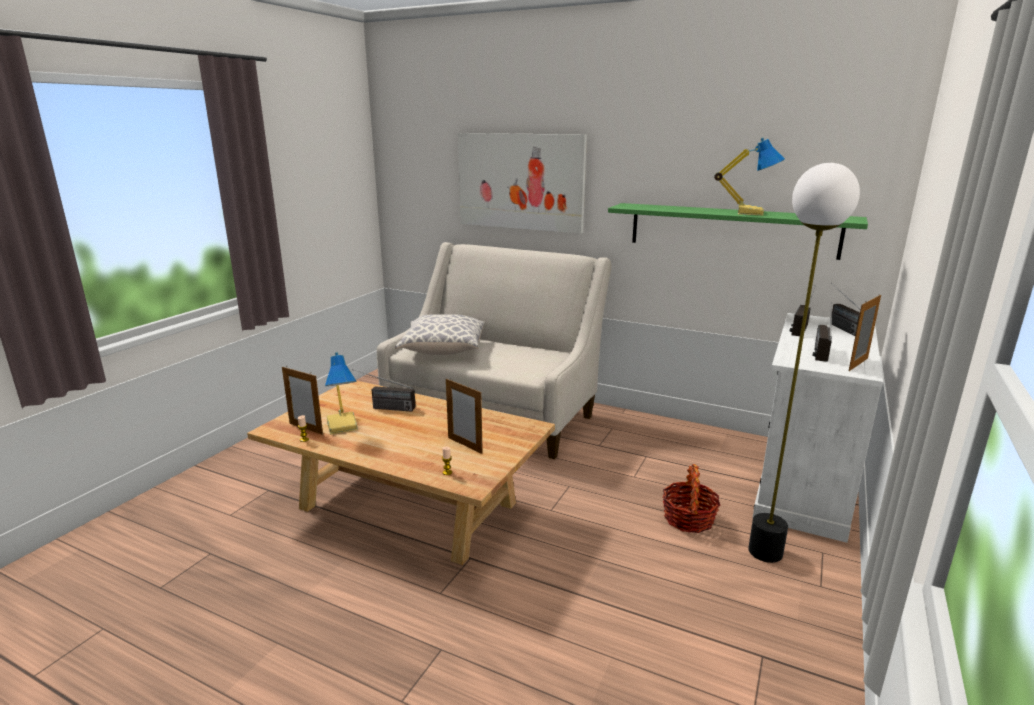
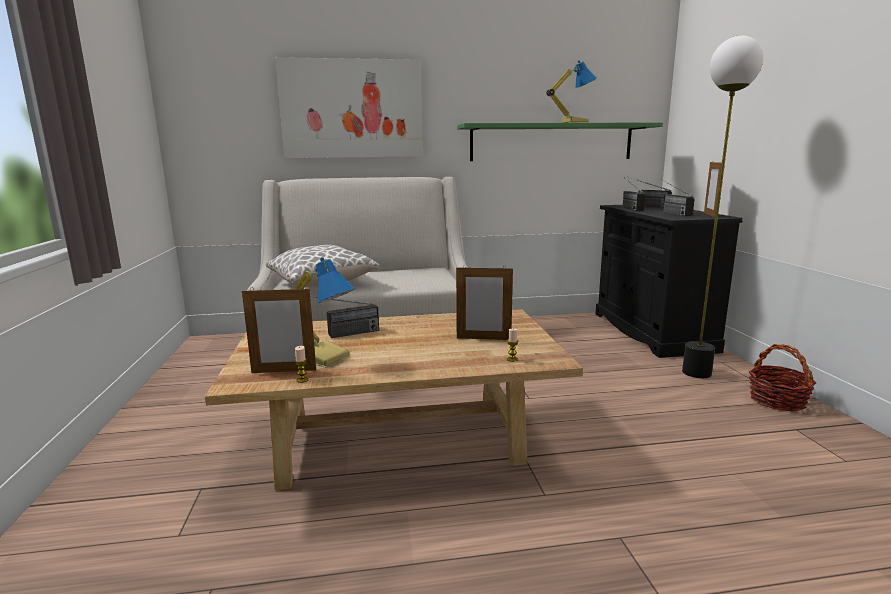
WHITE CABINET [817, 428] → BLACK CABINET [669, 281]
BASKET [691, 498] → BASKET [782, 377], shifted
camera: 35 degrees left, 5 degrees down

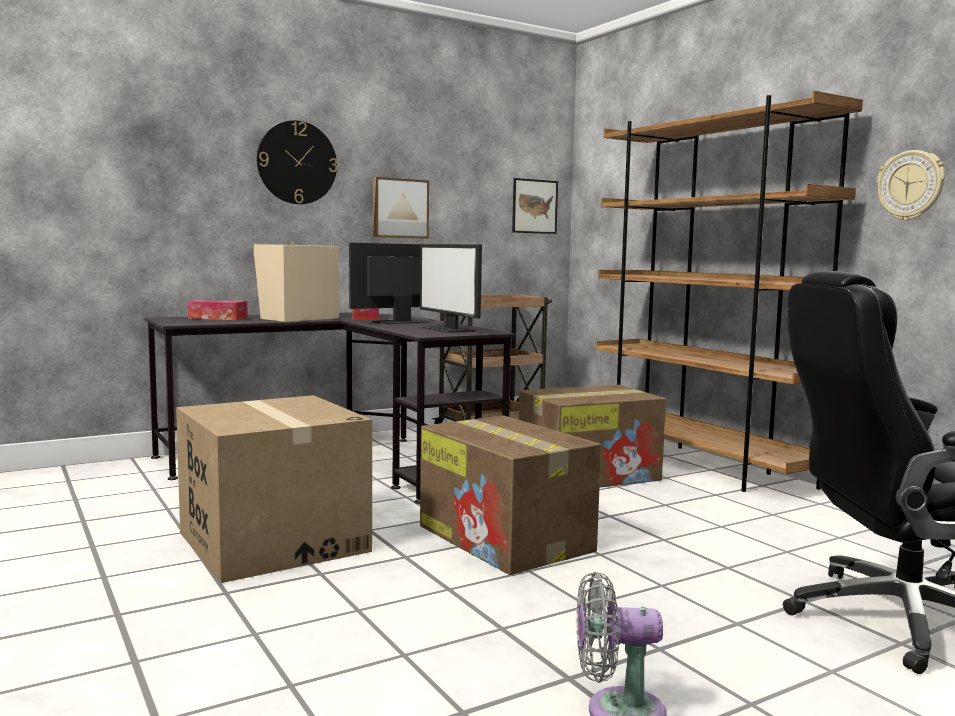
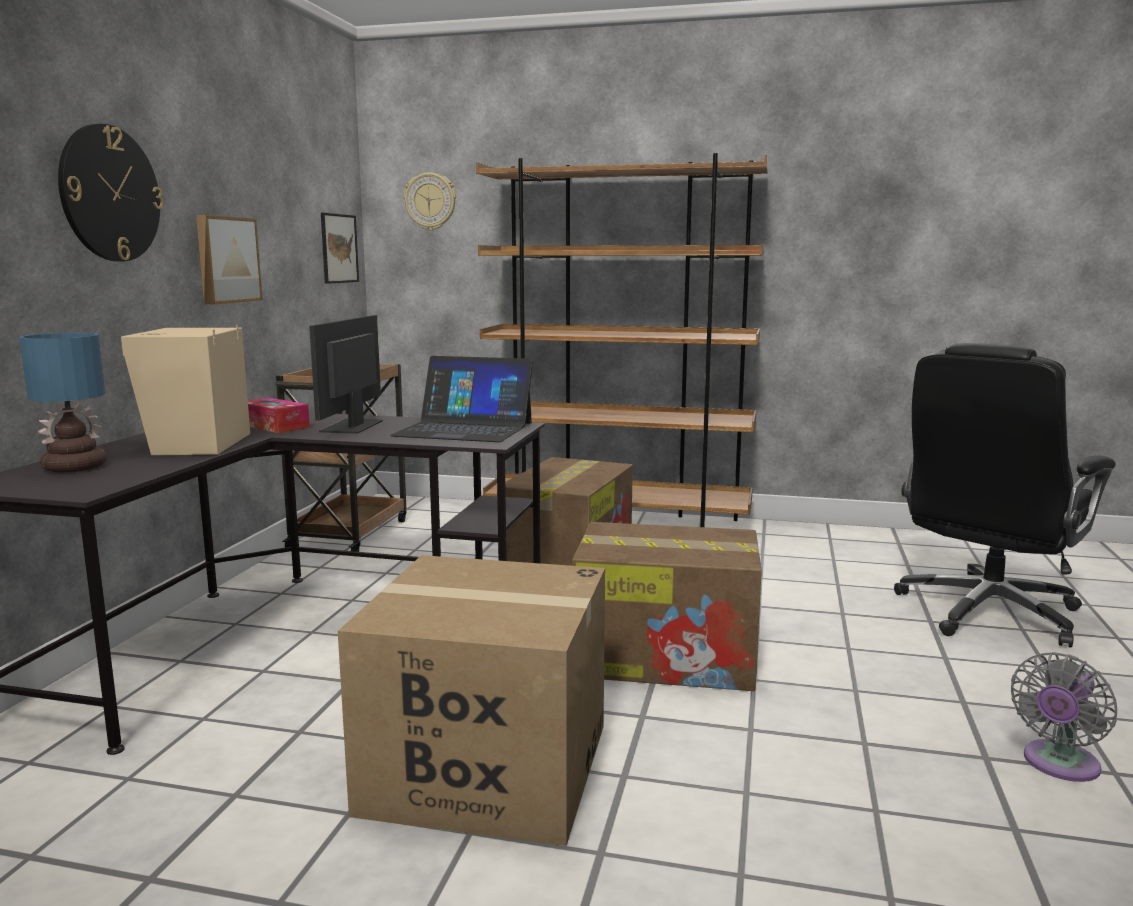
TISSUE BOX [218, 310] → TABLE LAMP [62, 403]
MONITOR [451, 288] → LAPTOP [461, 399]
WALL CLOCK [911, 185] → WALL CLOCK [430, 201], shifted
camera: 45 degrees left, 5 degrees up

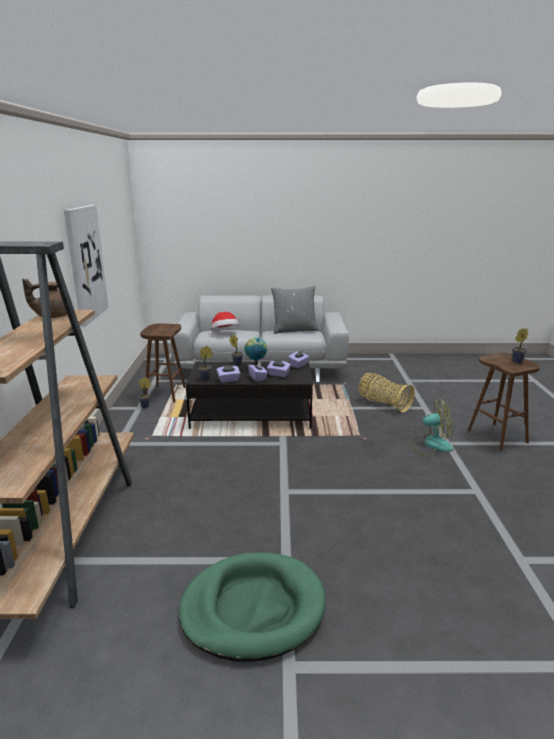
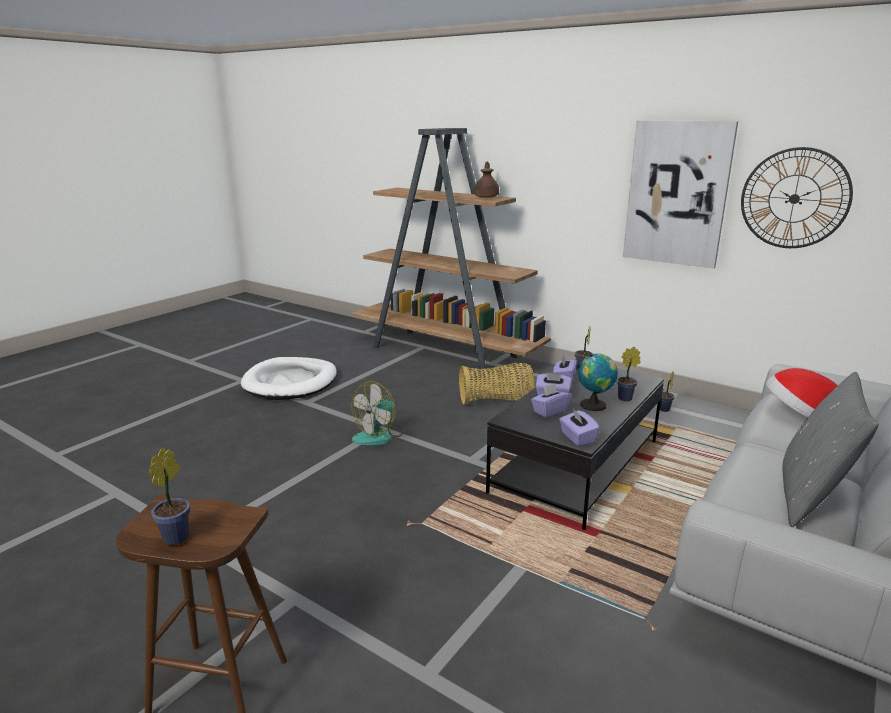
GREEN DOG BED [252, 607] → WHITE DOG BED [289, 378]
FAN [431, 427] → FAN [378, 413], shifted
BASKET [386, 393] → BASKET [496, 383], shifted
- → WALL CLOCK [797, 197]
BROWN STOOL [163, 362] → -
camera: 125 degrees right, 0 degrees up

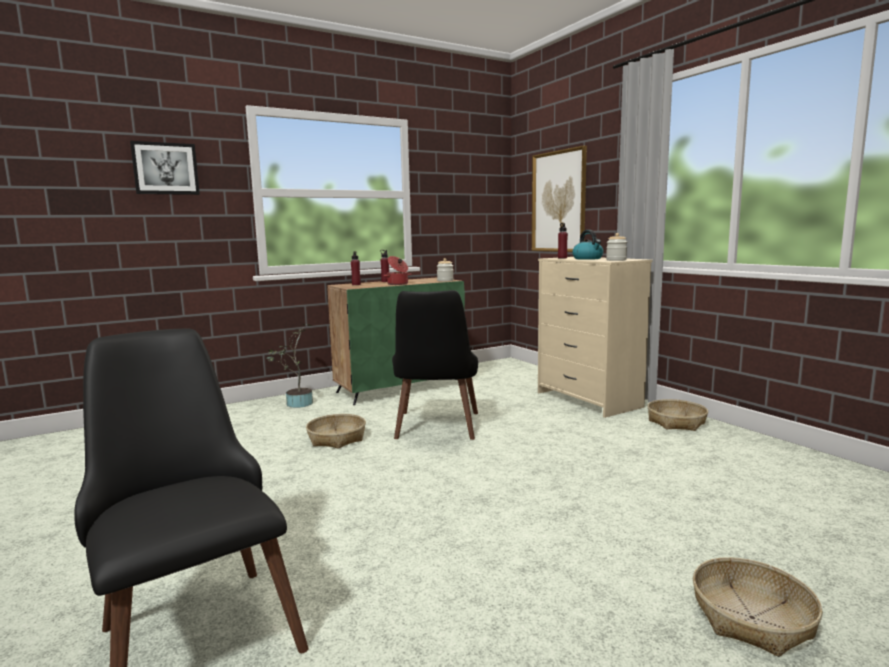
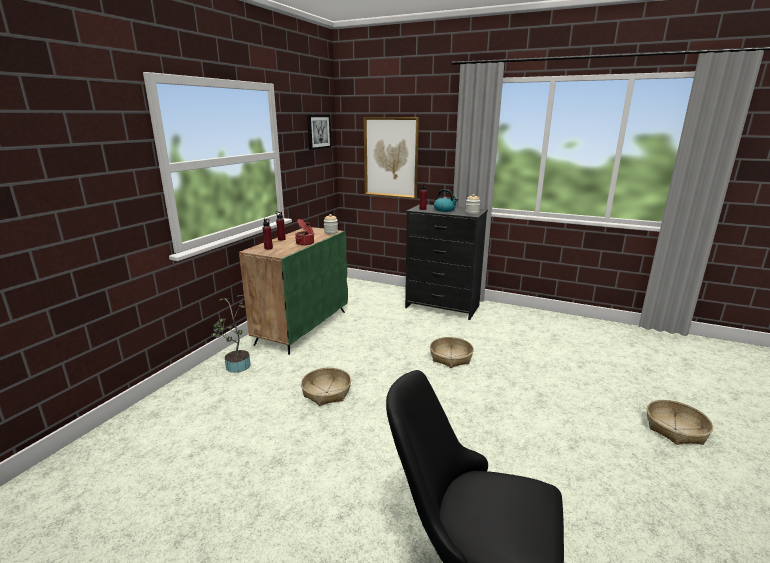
PICTURE [165, 168] → PICTURE [319, 132], shifted
BEIGE DRESSER [595, 337] → BLACK DRESSER [446, 262]
BASKET [677, 415] → BASKET [452, 352], shifted
BLACK CHAIR [435, 365] → -
camera: 35 degrees left, 10 degrees up

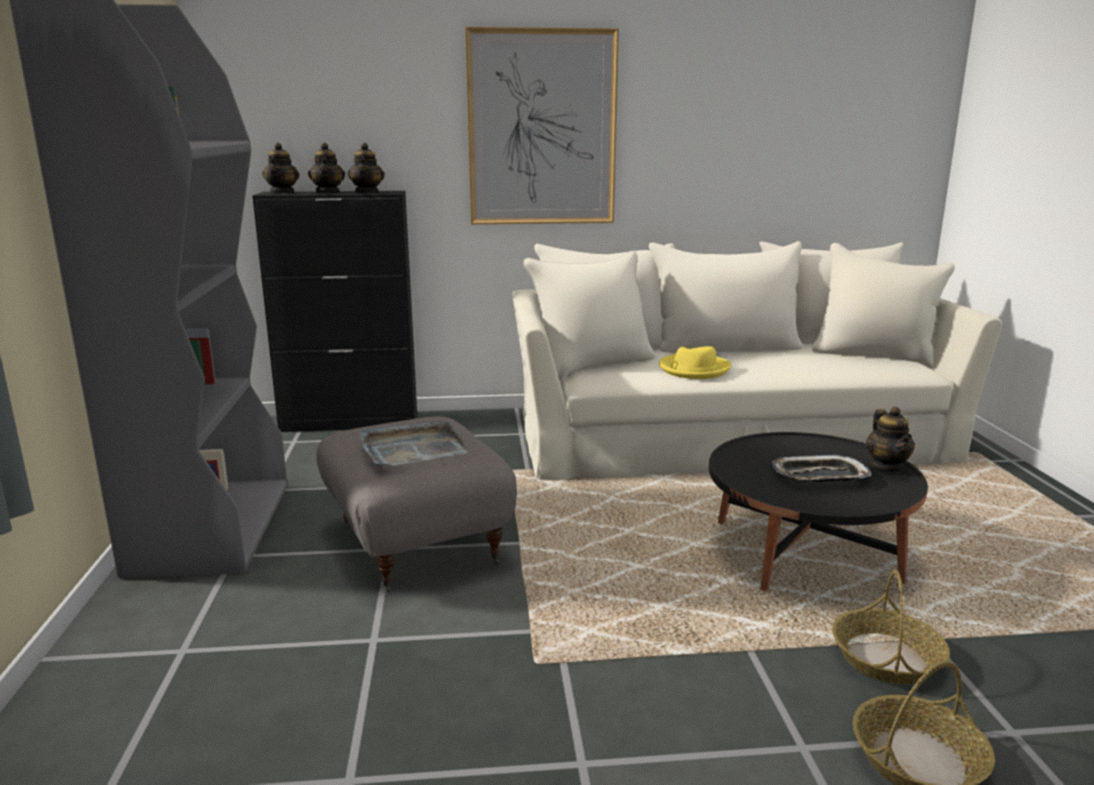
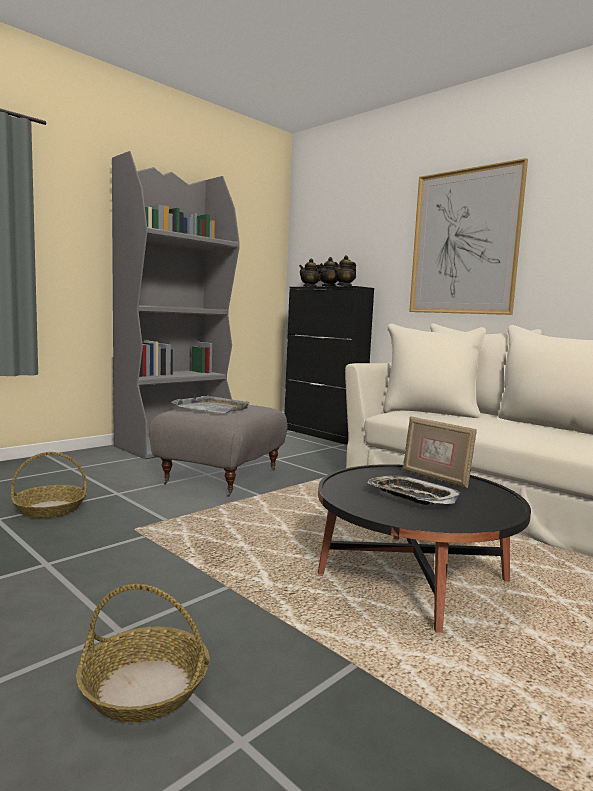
BASKET [891, 627] → BASKET [49, 485], shifted
- → PICTURE FRAME [440, 452]
YELLOW HAT [695, 362] → -
TEAPOT [890, 439] → -
camera: 50 degrees right, 10 degrees down

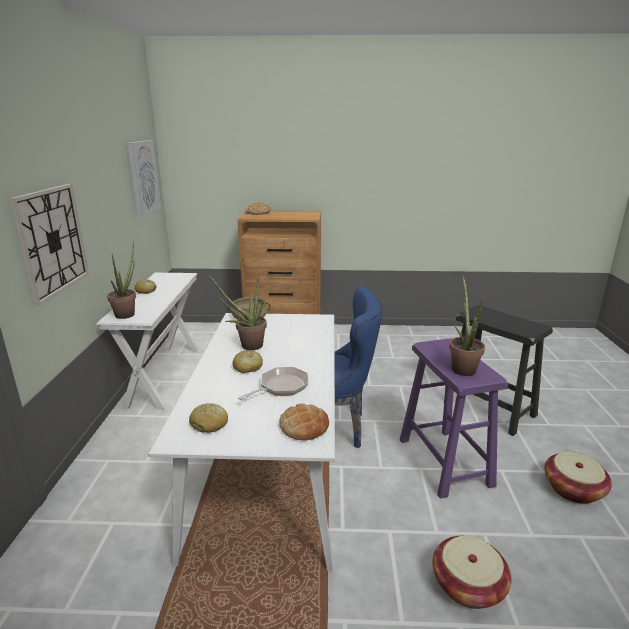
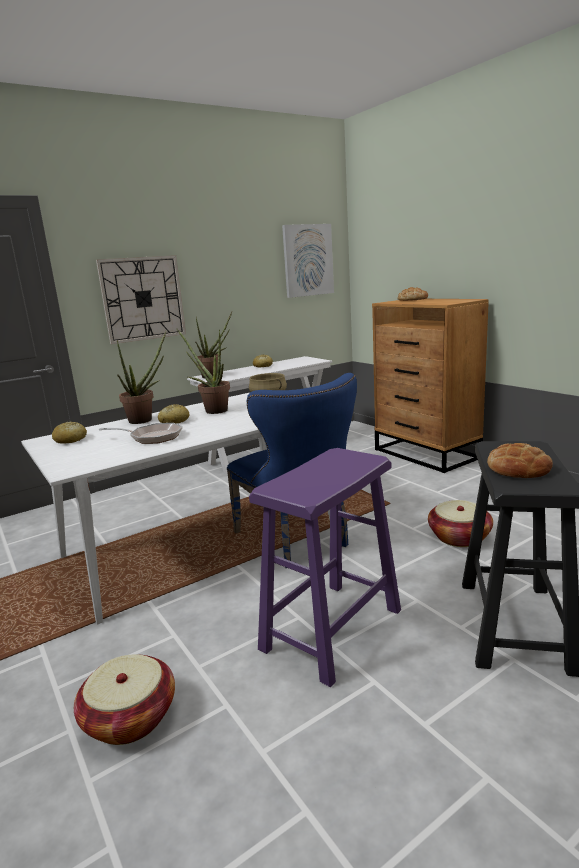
POTTED PLANT [467, 325] → POTTED PLANT [141, 377], shifted
BASKET [578, 478] → BASKET [460, 523], shifted
BREAD [304, 422] → BREAD [520, 460], shifted
camera: 55 degrees right, 5 degrees down

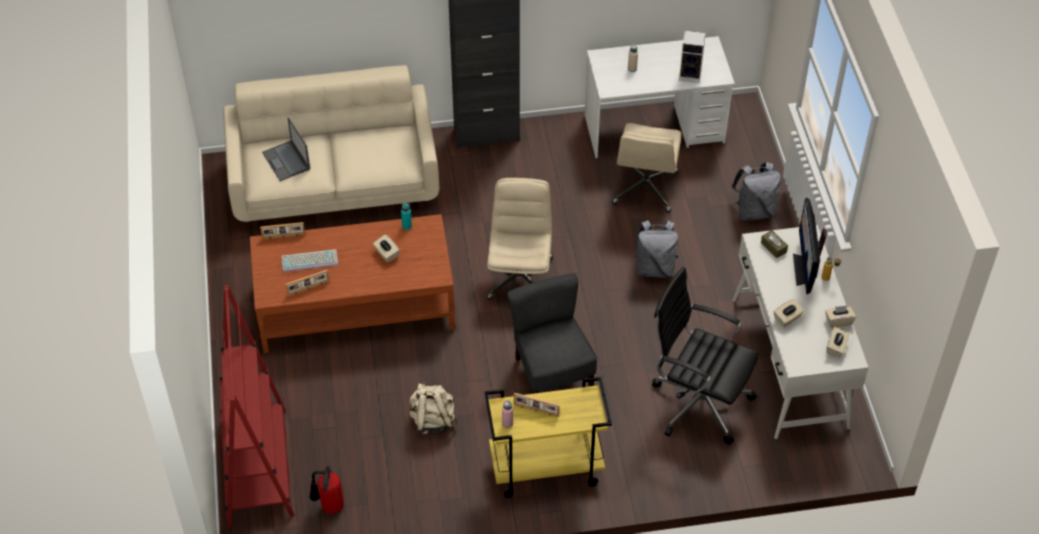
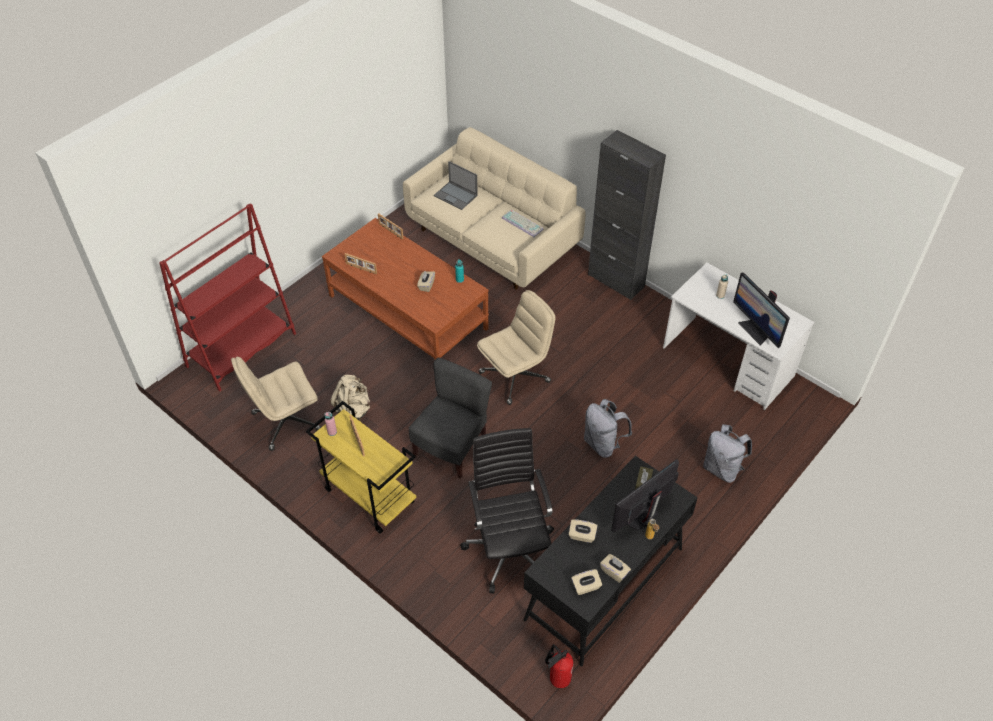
BEIGE OFFICE CHAIR [647, 168] → BEIGE OFFICE CHAIR [276, 403], shifted
LAPTOP [286, 149] → LAPTOP [456, 185], 75 degrees counterclockwise
KEYBOARD [310, 260] → KEYBOARD [523, 223], shifted
WHITE DESK [801, 332] → BLACK DESK [611, 561]
FIRE EXTINGUISHER [326, 490] → FIRE EXTINGUISHER [559, 666], shifted
SPEAKER [692, 57] → MONITOR [761, 310]
camera: 50 degrees right, 0 degrees up

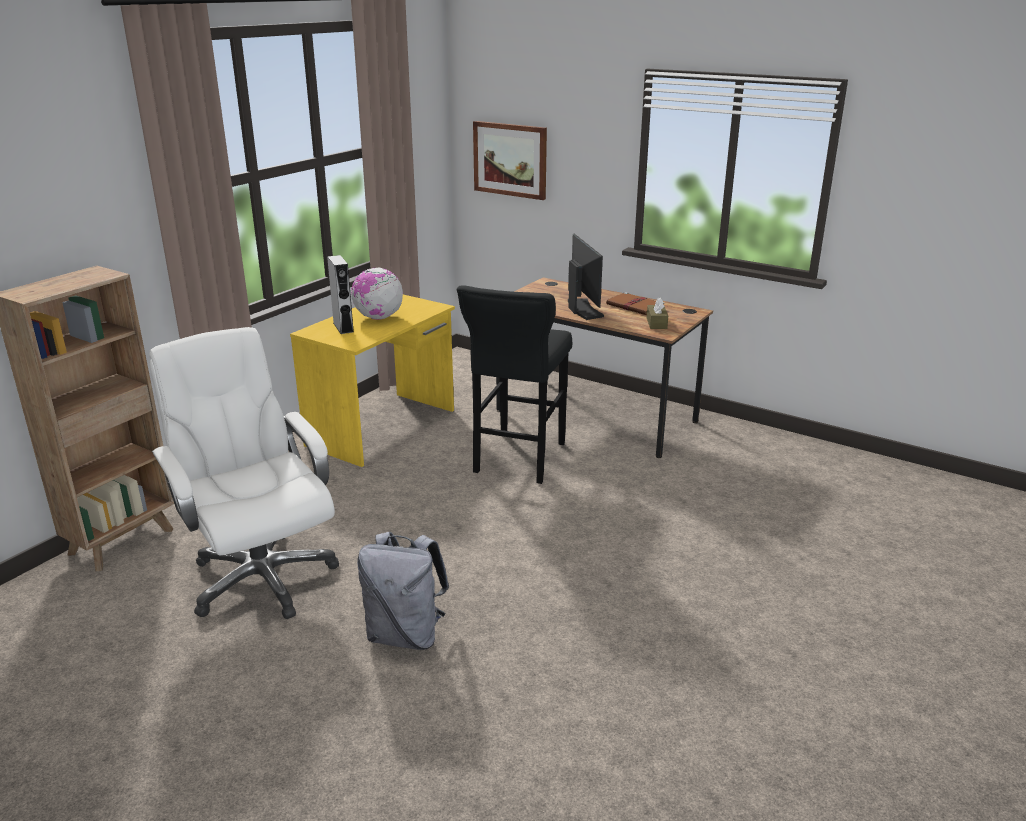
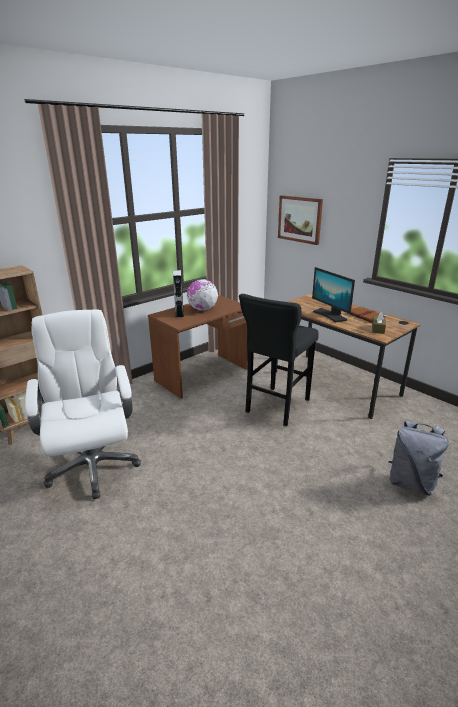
YELLOW DESK [372, 380] → BROWN DESK [198, 347]
MONITOR [586, 277] → MONITOR [333, 295], 150 degrees clockwise
GREY BACKPACK [403, 591] → GREY BACKPACK [418, 457], shifted
camera: 15 degrees right, 0 degrees up

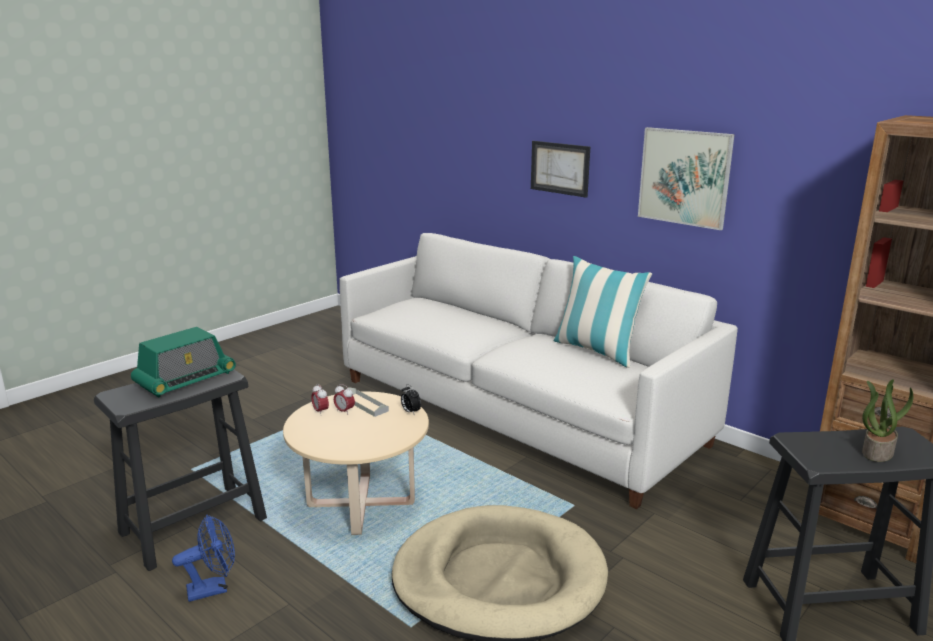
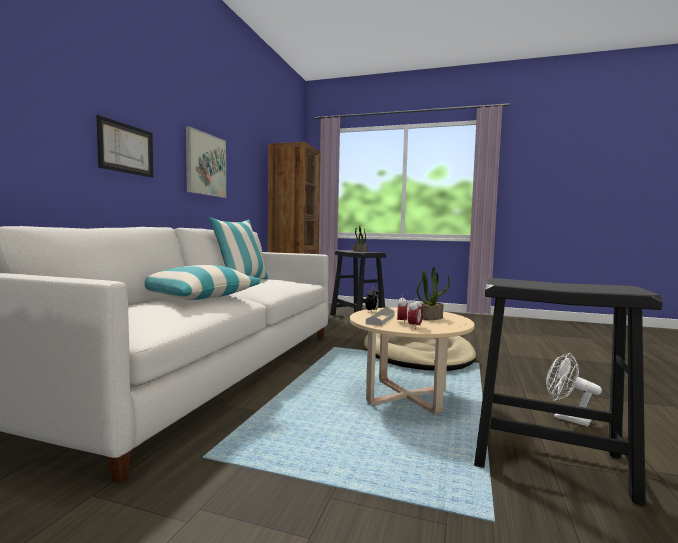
- → PILLOW [203, 282]
- → POTTED PLANT [433, 293]
BLUE FAN [203, 558] → WHITE FAN [574, 389]
RADIO [183, 362] → -
camera: 115 degrees left, 15 degrees down

